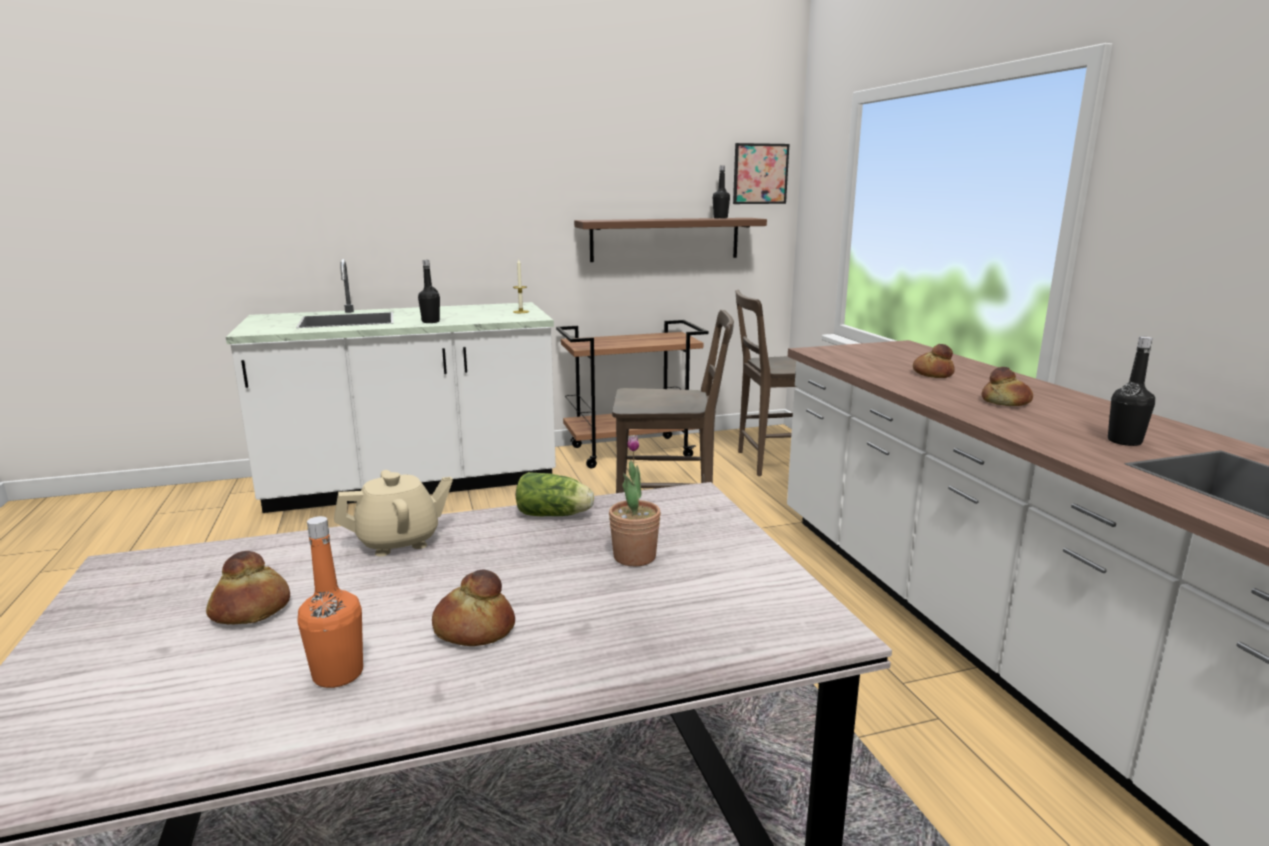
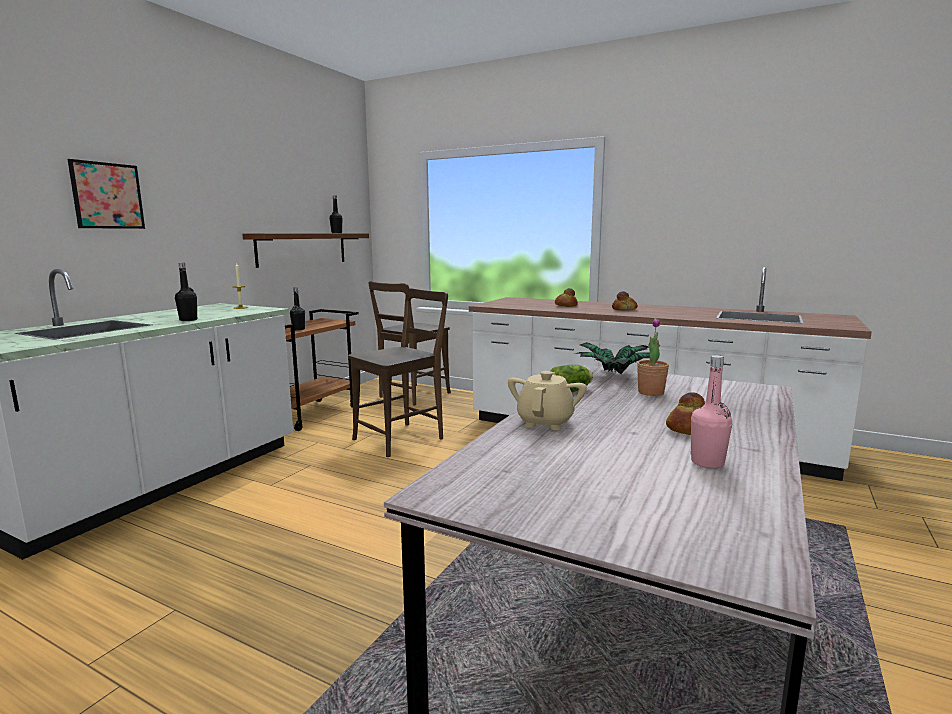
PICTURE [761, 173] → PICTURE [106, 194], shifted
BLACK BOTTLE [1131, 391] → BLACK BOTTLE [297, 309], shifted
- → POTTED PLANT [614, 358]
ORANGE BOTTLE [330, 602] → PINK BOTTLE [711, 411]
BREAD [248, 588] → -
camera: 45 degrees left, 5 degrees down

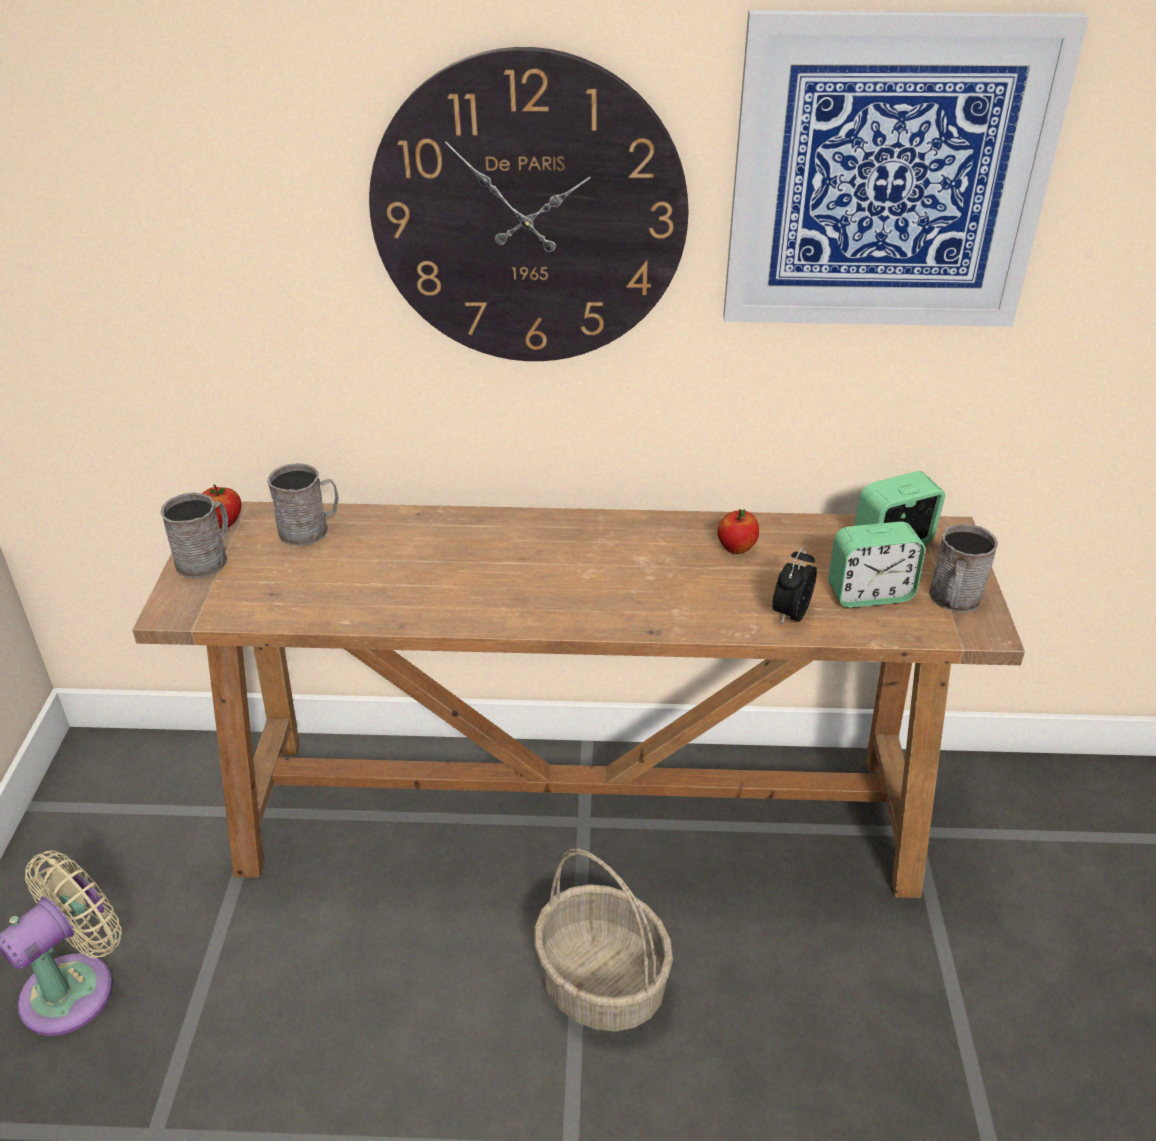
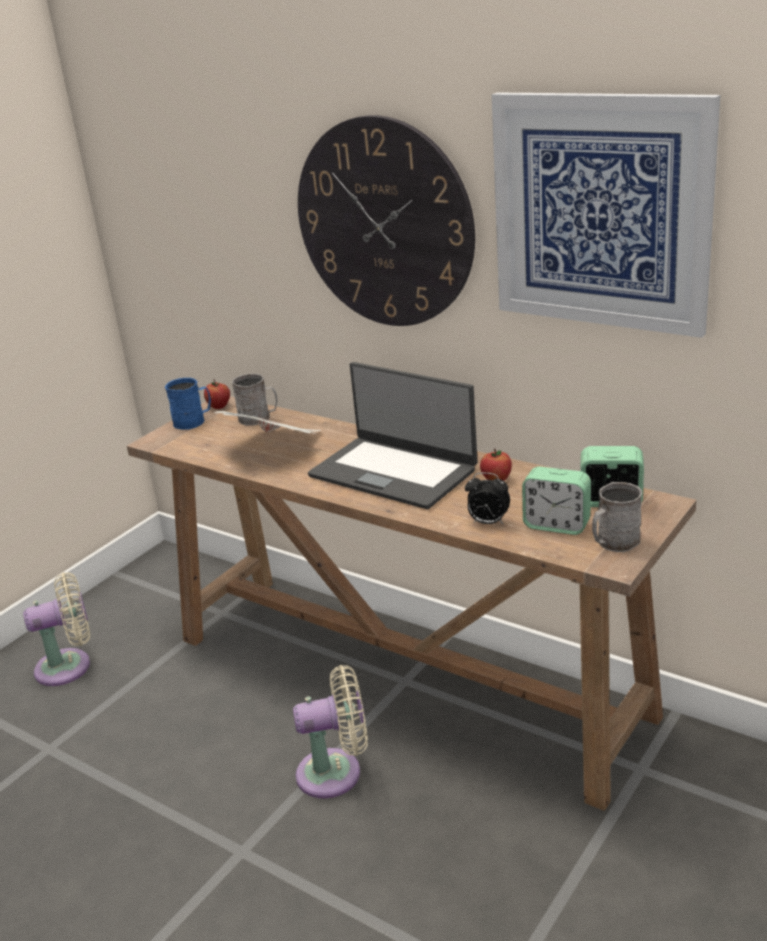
GREY MUG [194, 535] → BLUE MUG [188, 404]
- → NEWSPAPER [267, 422]
BASKET [603, 940] → BEIGE FAN [330, 732]
- → LAPTOP [392, 435]
ALARM CLOCK [794, 586] → ALARM CLOCK [487, 498], 135 degrees counterclockwise
camera: 35 degrees right, 10 degrees down

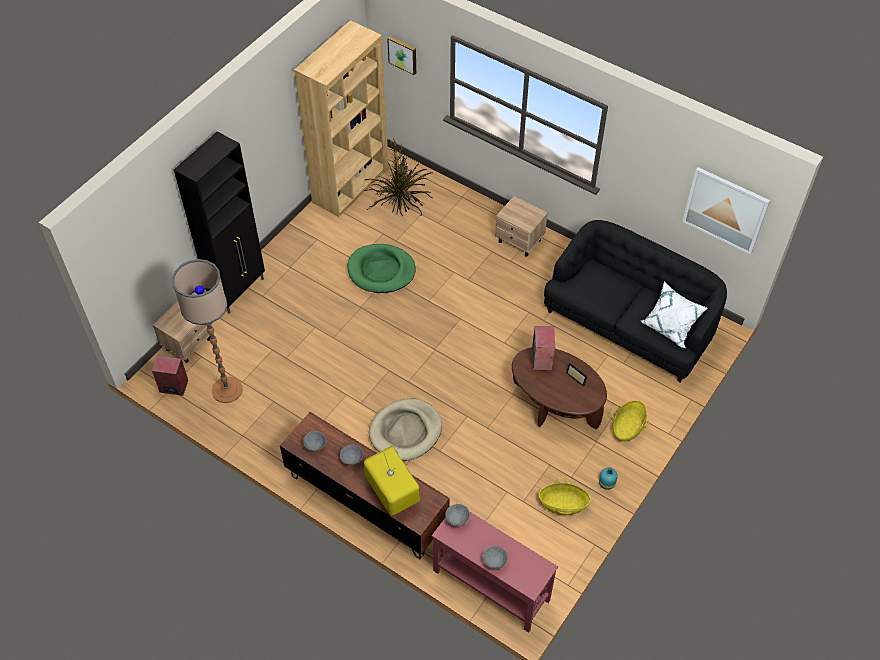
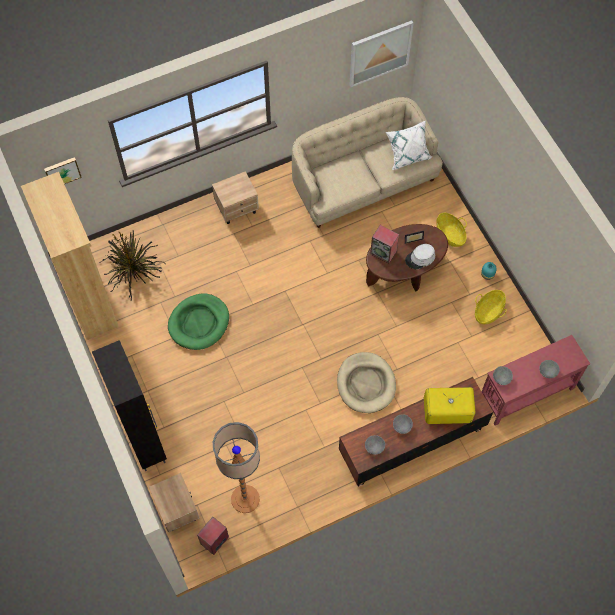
BLACK SOFA [635, 301] → BEIGE SOFA [367, 162]
- → GREY HAT [420, 256]
camera: 60 degrees left, 10 degrees up

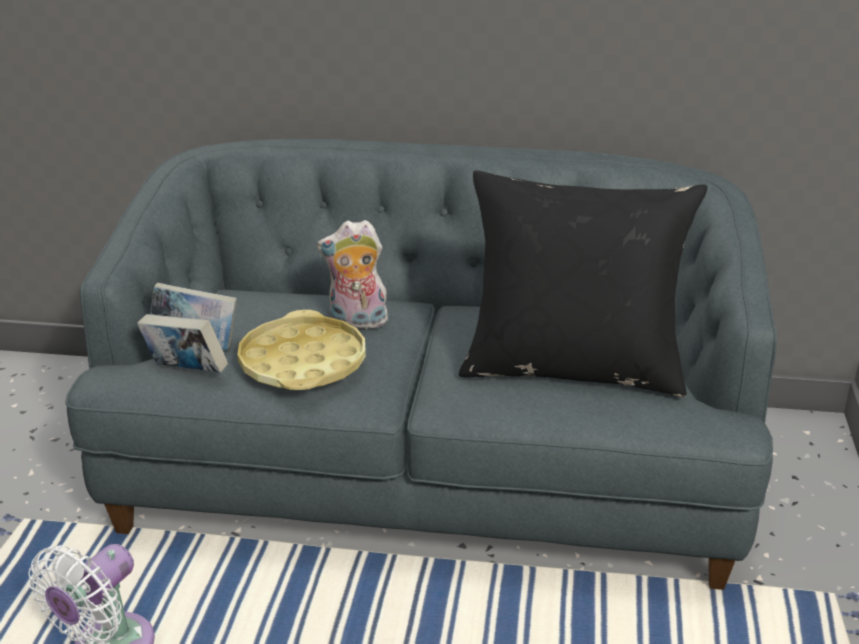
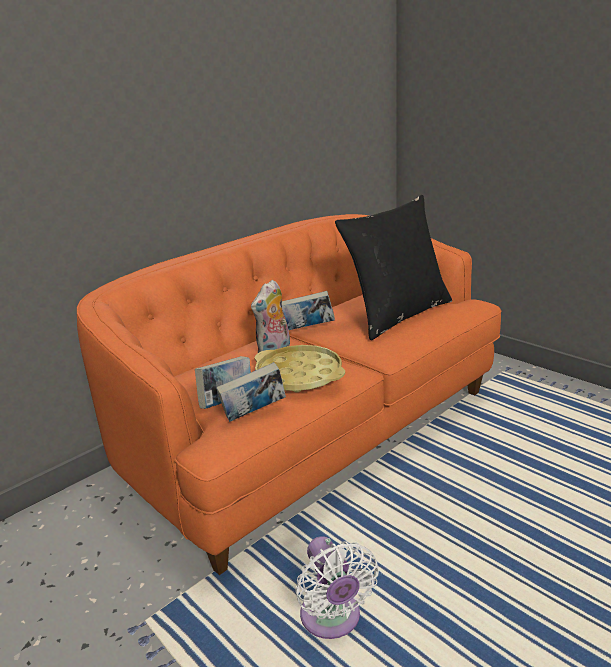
GREY SOFA [421, 364] → ORANGE SOFA [289, 394]
- → BOOK [308, 310]
camera: 50 degrees left, 5 degrees down

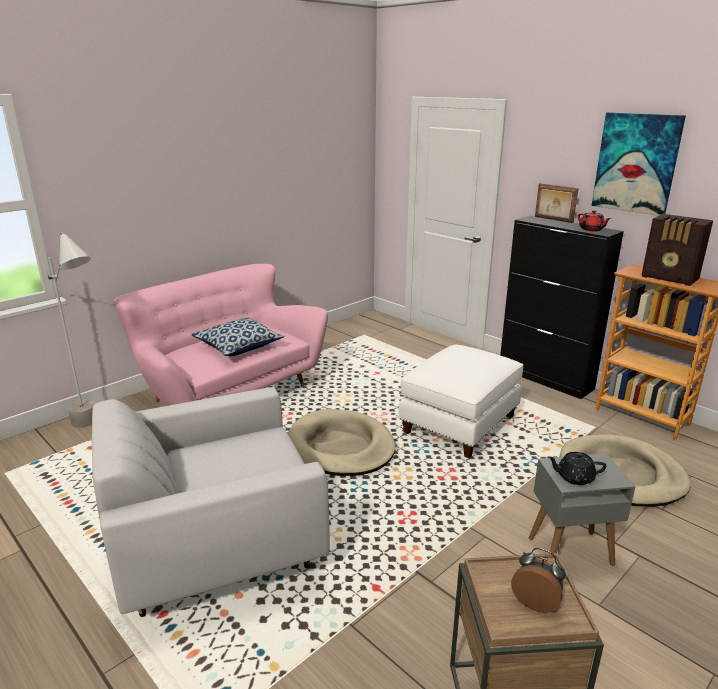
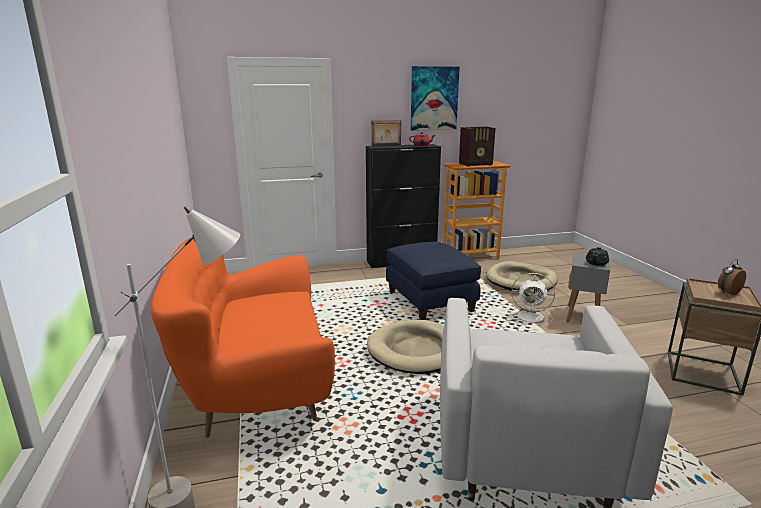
PINK SOFA [221, 335] → ORANGE SOFA [243, 338]
WHITE OTTOMAN [461, 401] → BLUE OTTOMAN [433, 281]
- → WHITE FAN [532, 299]
PILLOW [238, 337] → -
camera: 60 degrees left, 5 degrees down

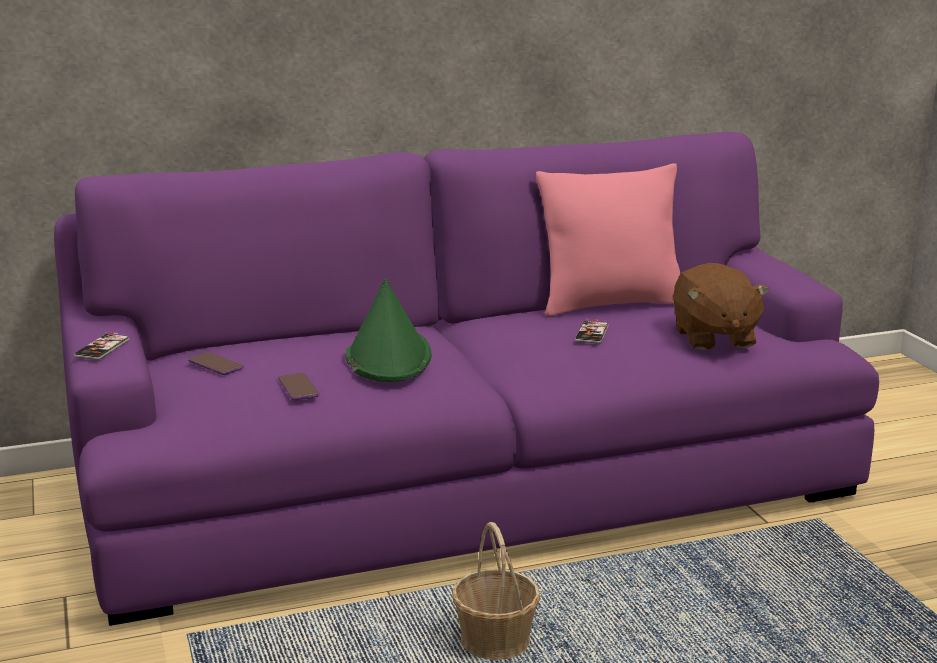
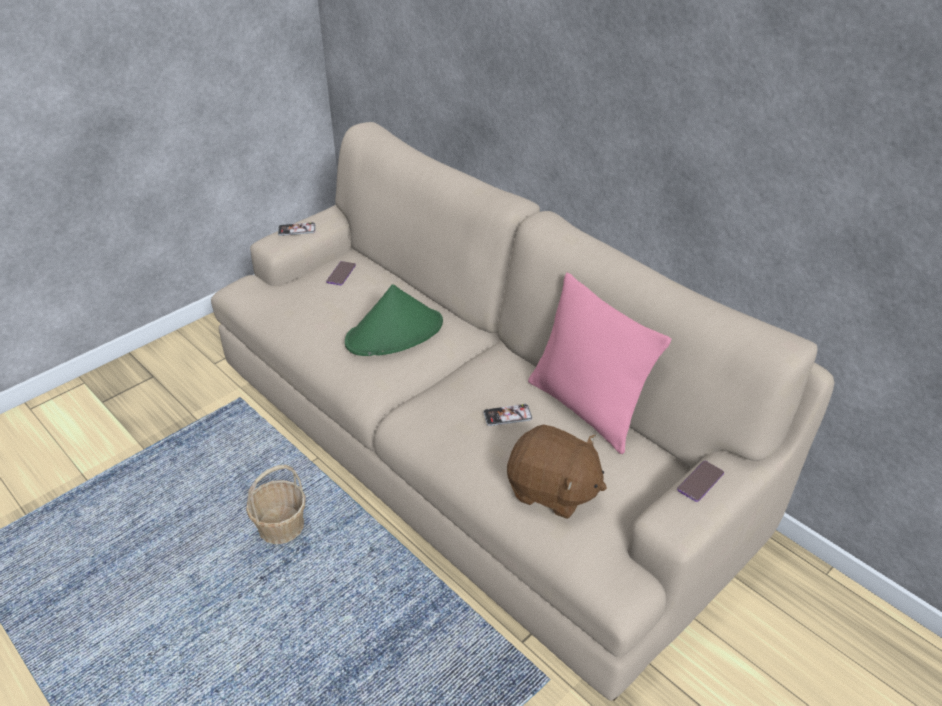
PURPLE SOFA [466, 379] → BEIGE SOFA [523, 411]
BROWN PLUSH TOY [721, 306] → BROWN PLUSH TOY [557, 471], 120 degrees counterclockwise
PHONE [298, 386] → PHONE [700, 481], shifted
camera: 65 degrees right, 20 degrees up

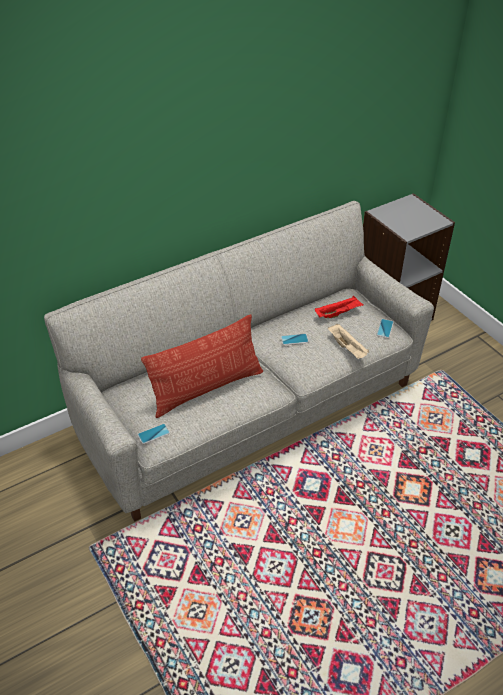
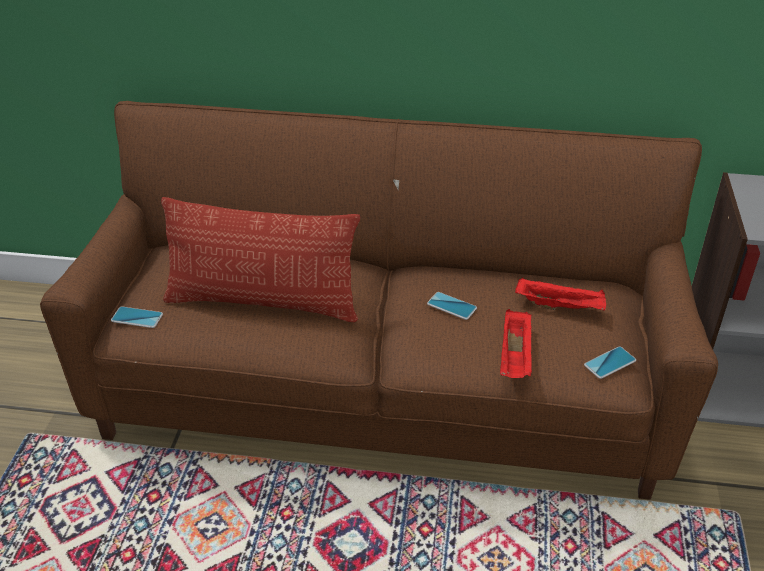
GREY SOFA [239, 361] → BROWN SOFA [379, 300]
BEIGE TRAY [348, 341] → RED TRAY [516, 343]
camera: 40 degrees right, 5 degrees down

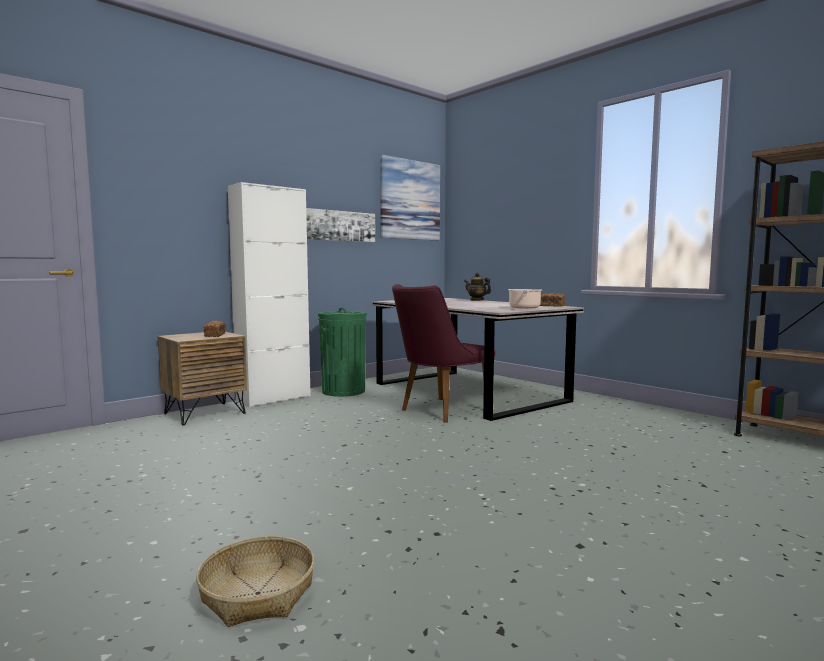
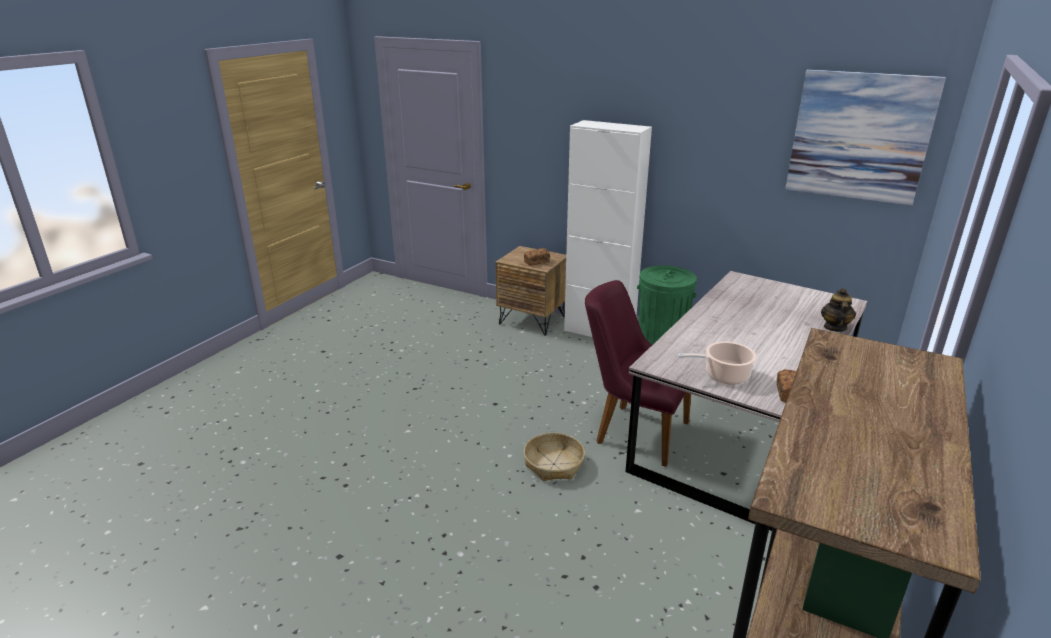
BASKET [255, 581] → BASKET [554, 457], shifted
PICTURE [340, 225] → -
camera: 70 degrees right, 20 degrees up

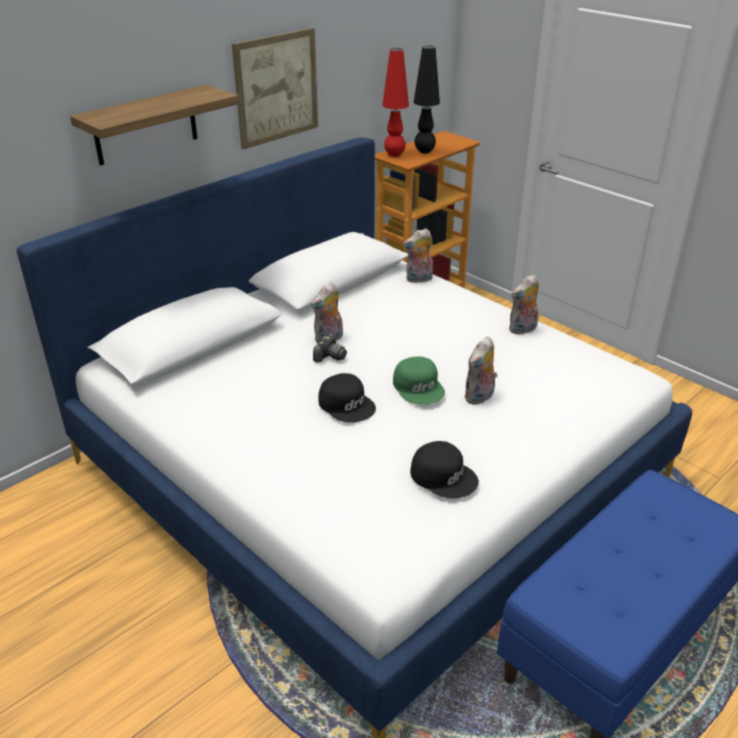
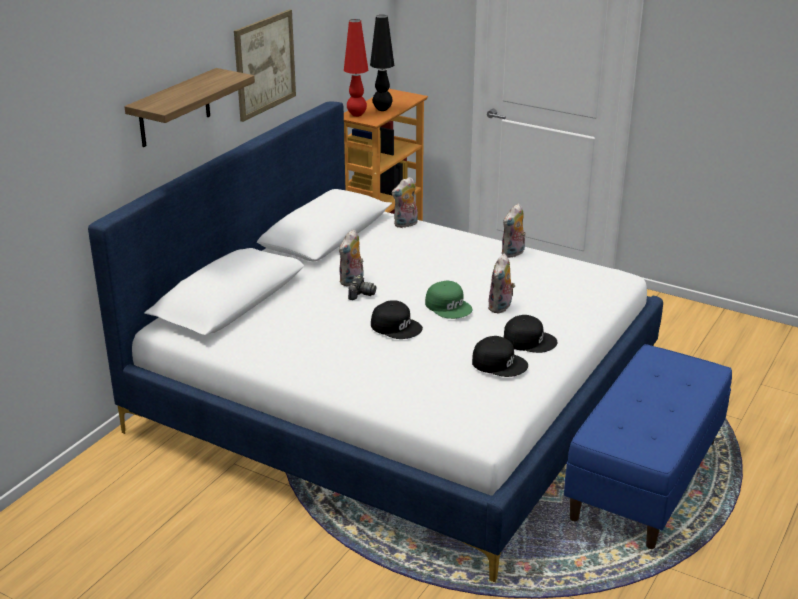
- → BLACK CAP [530, 334]
camera: 15 degrees left, 5 degrees down

